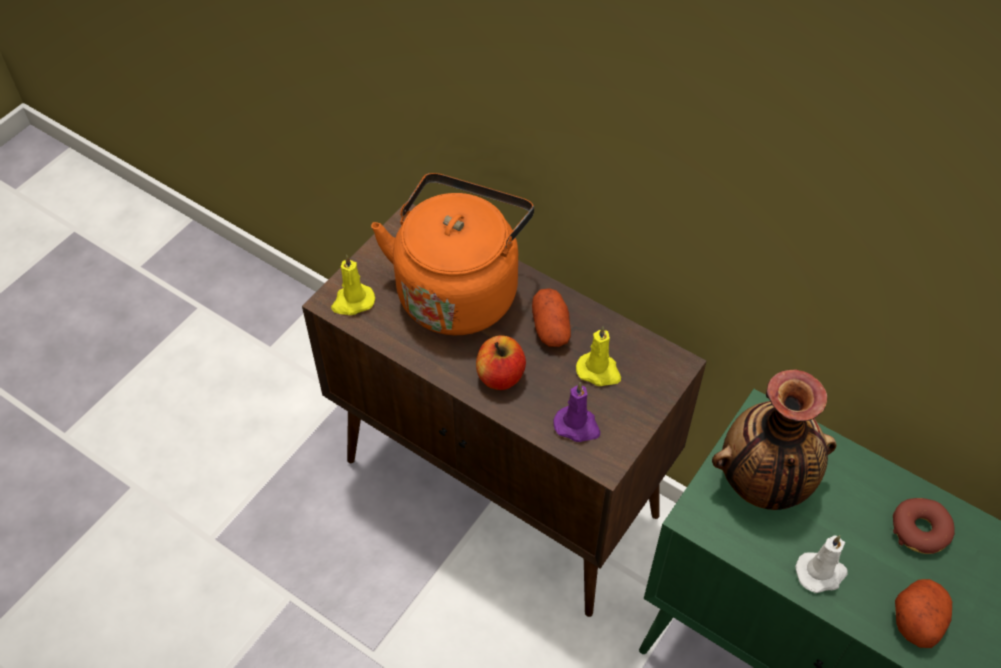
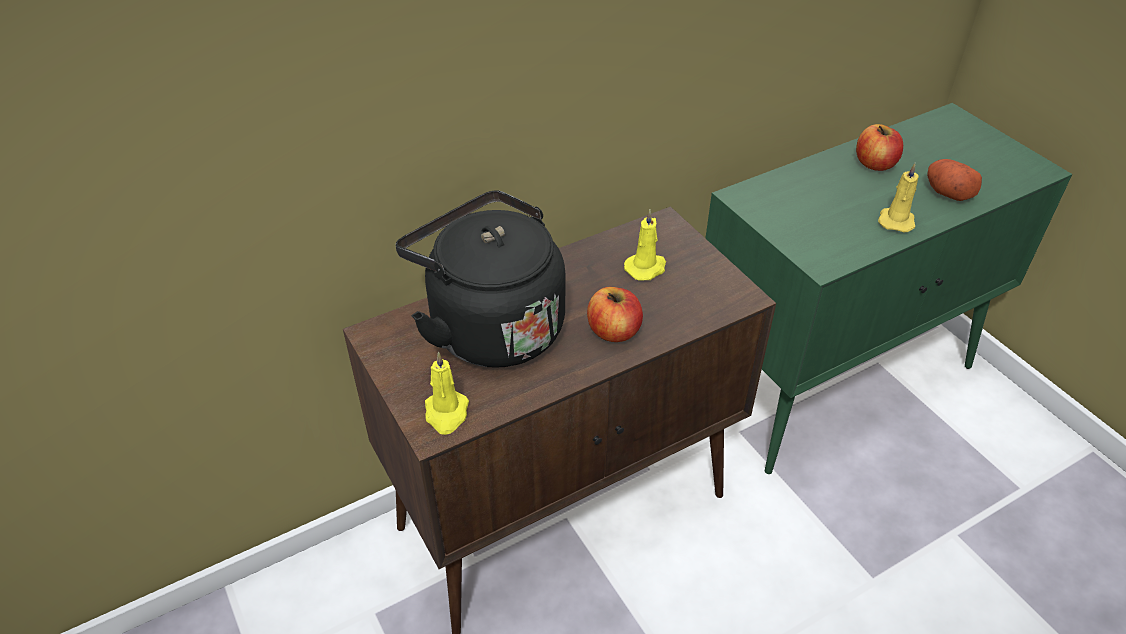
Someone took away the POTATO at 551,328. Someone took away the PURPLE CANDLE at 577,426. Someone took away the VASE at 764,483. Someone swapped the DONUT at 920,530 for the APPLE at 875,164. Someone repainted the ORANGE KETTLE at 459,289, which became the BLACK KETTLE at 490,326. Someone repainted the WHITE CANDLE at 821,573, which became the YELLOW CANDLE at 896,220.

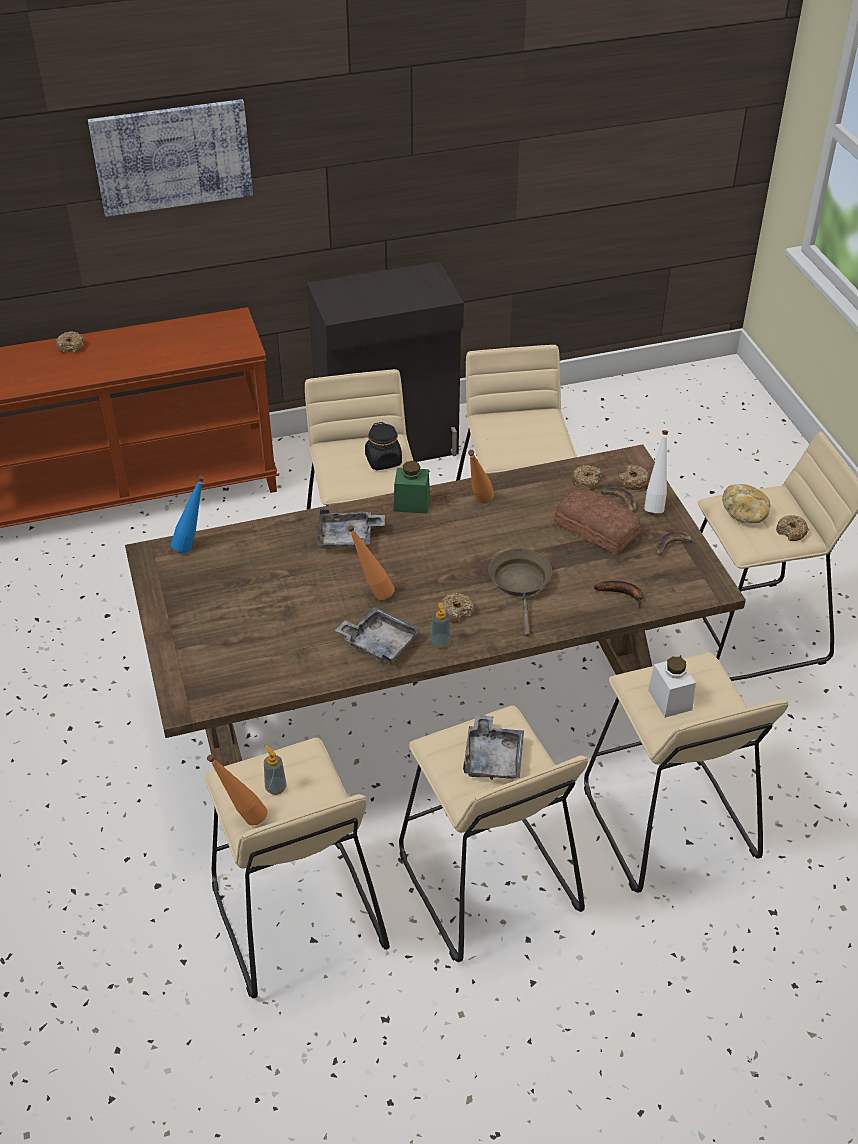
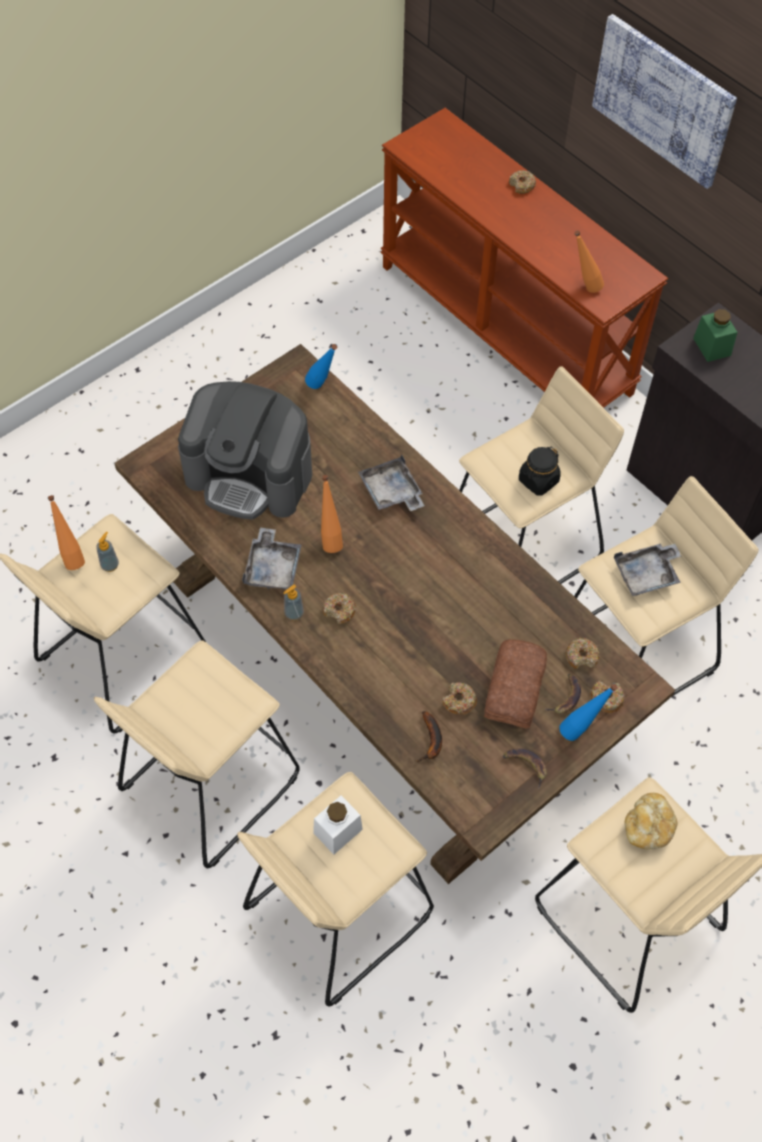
Someone took away the BROWN FRYING PAN at 520,584. Someone put down the COFFEE MACHINE at 250,475. Someone carried the GREEN JAR from 411,503 to 712,346. Someone carried the GREY TRAY from 493,757 to 647,575. Someone carried the ORANGE BOTTLE from 478,504 to 584,287. Someone carried the DONUT from 791,532 to 459,701. Someone repainted the WHITE BOTTLE at 654,504, which became the BLUE BOTTLE at 581,729.

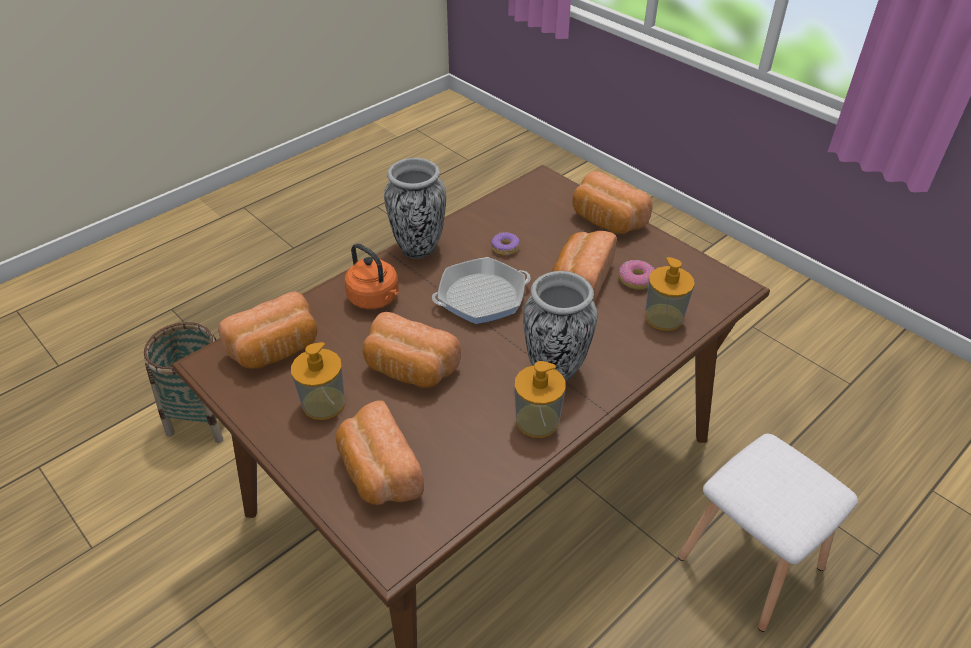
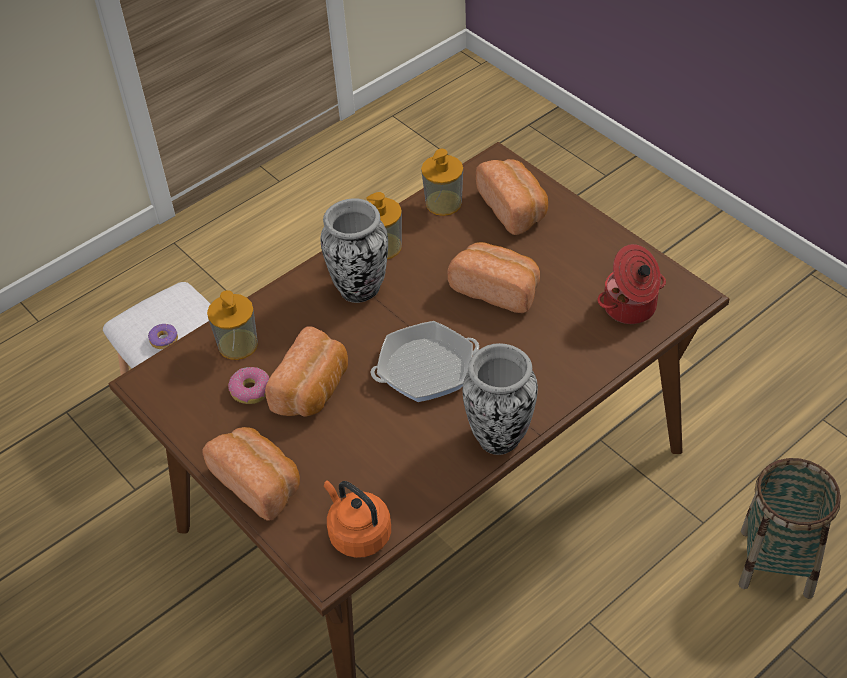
Someone carried the SOAP DISPENSER from 324,403 to 443,203. Someone carried the ORANGE KETTLE from 375,299 to 357,533. Someone carried the DONUT from 505,248 to 164,340. Someone swapped the BREAD at 276,350 for the COOKING POT at 630,308.

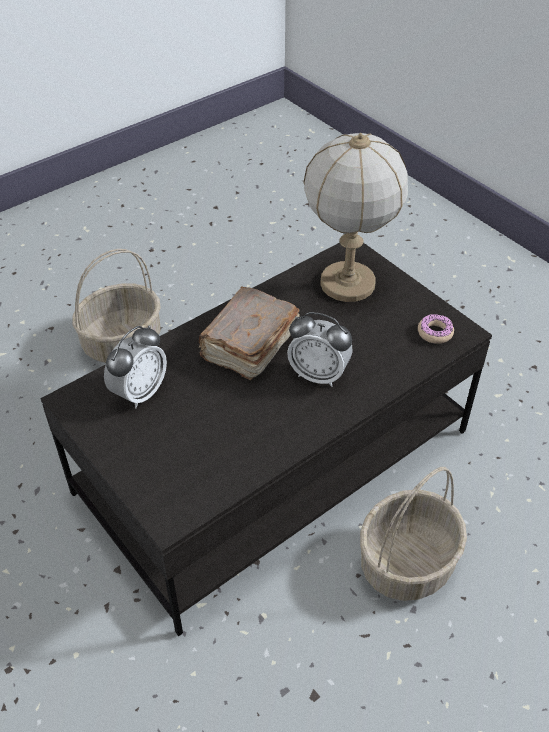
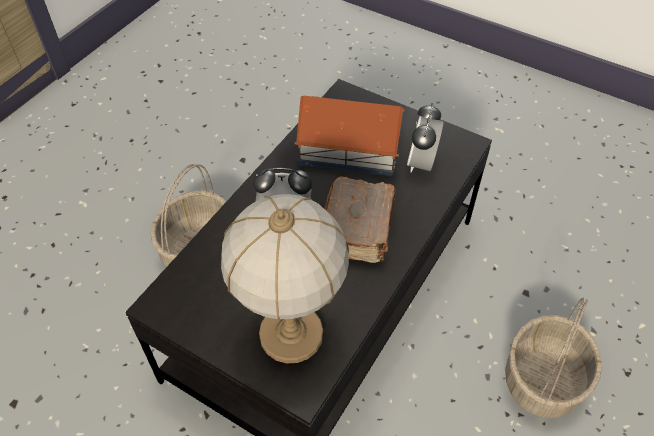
Someone took away the DONUT at 435,333. Someone put down the TOY HOUSE at 348,147.

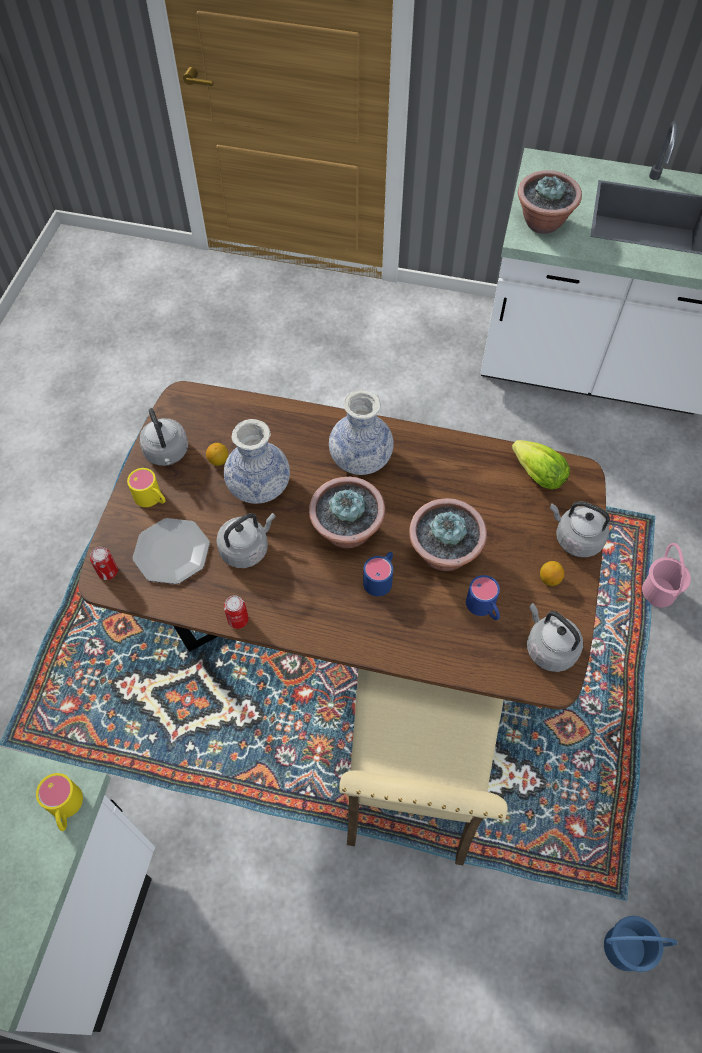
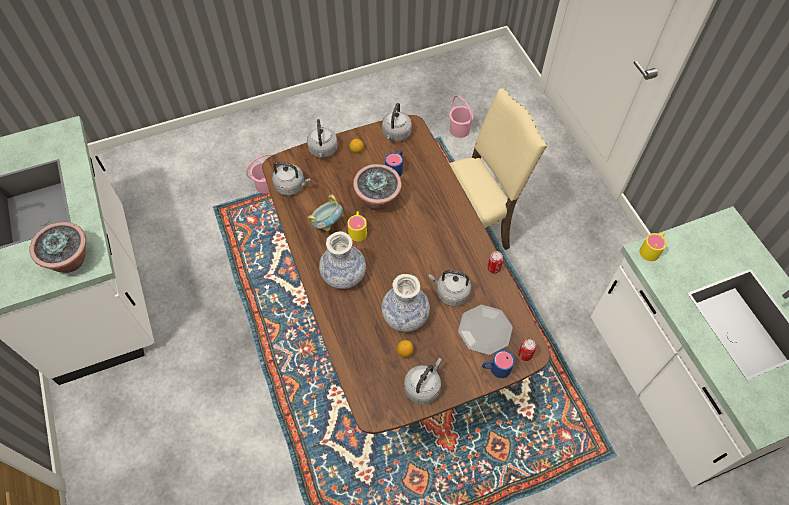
Someone took away the POTTED PLANT at 347,532. Someone put down the BOWL at 327,223. Someone carried the YELLOW MUG from 152,499 to 358,229. Someone carried the BLUE MUG from 381,578 to 495,368. Someone swapped the LETTUCE at 535,473 for the GREY KETTLE at 291,186. Someone repainted the BLUE BUCKET at 625,948, which became the PINK BUCKET at 459,129.

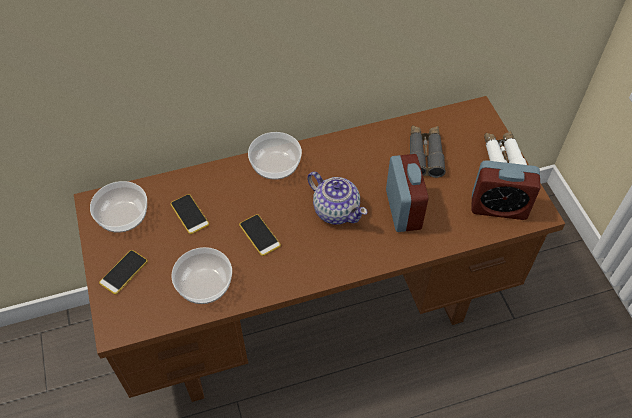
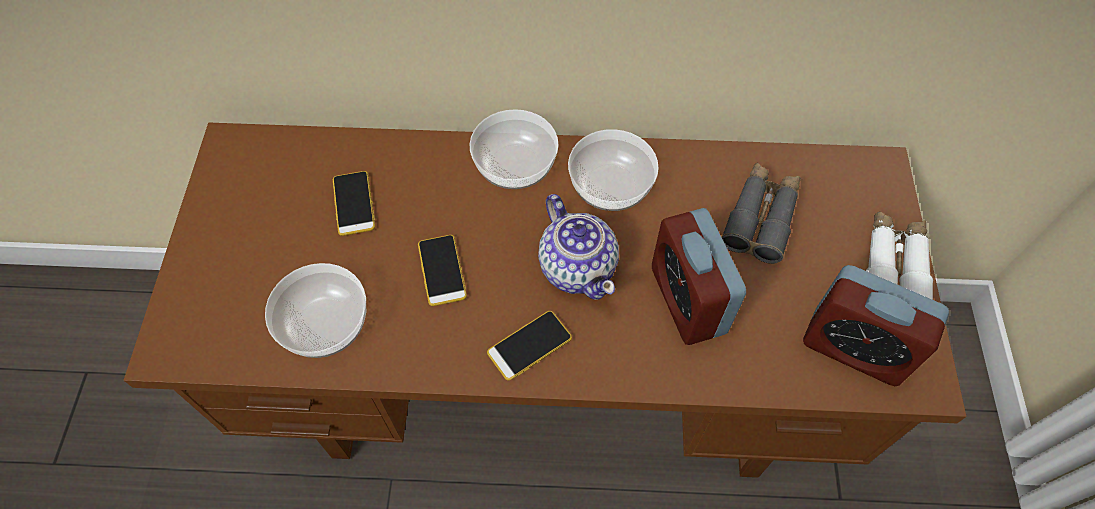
Someone carried the BOWL from 124,215 to 612,184. Someone carried the PHONE from 124,272 to 529,345. Someone rotated the ALARM CLOCK at 403,209 by 150 degrees clockwise.

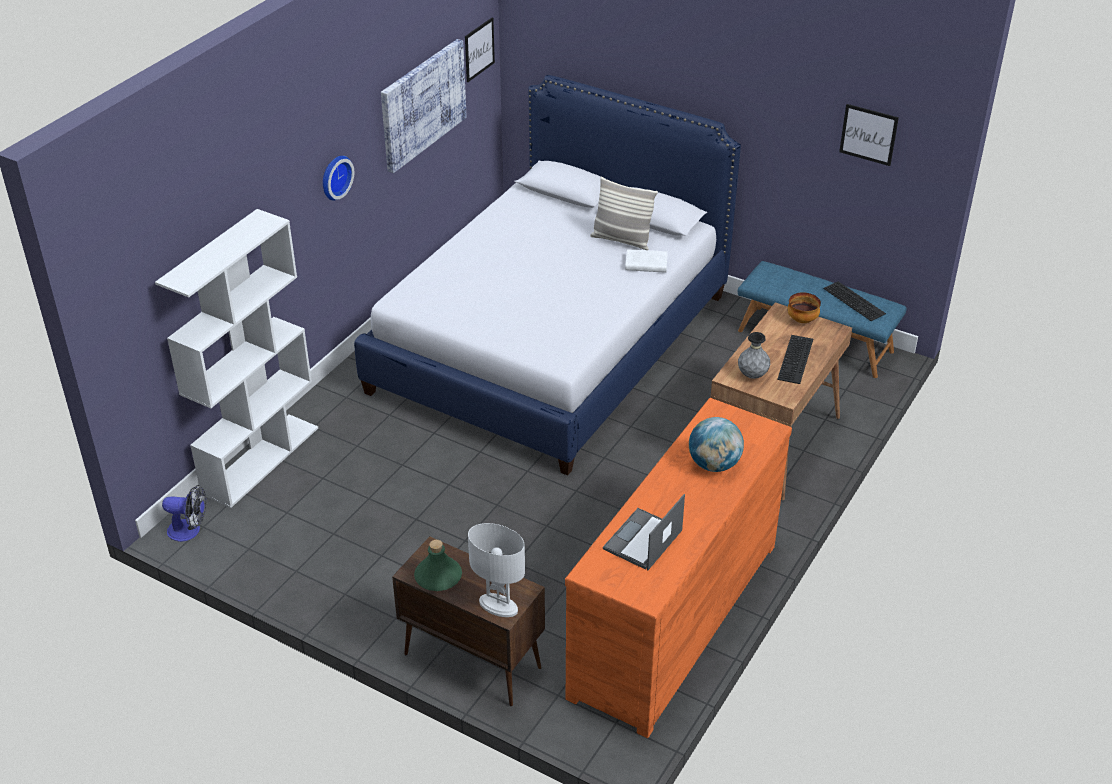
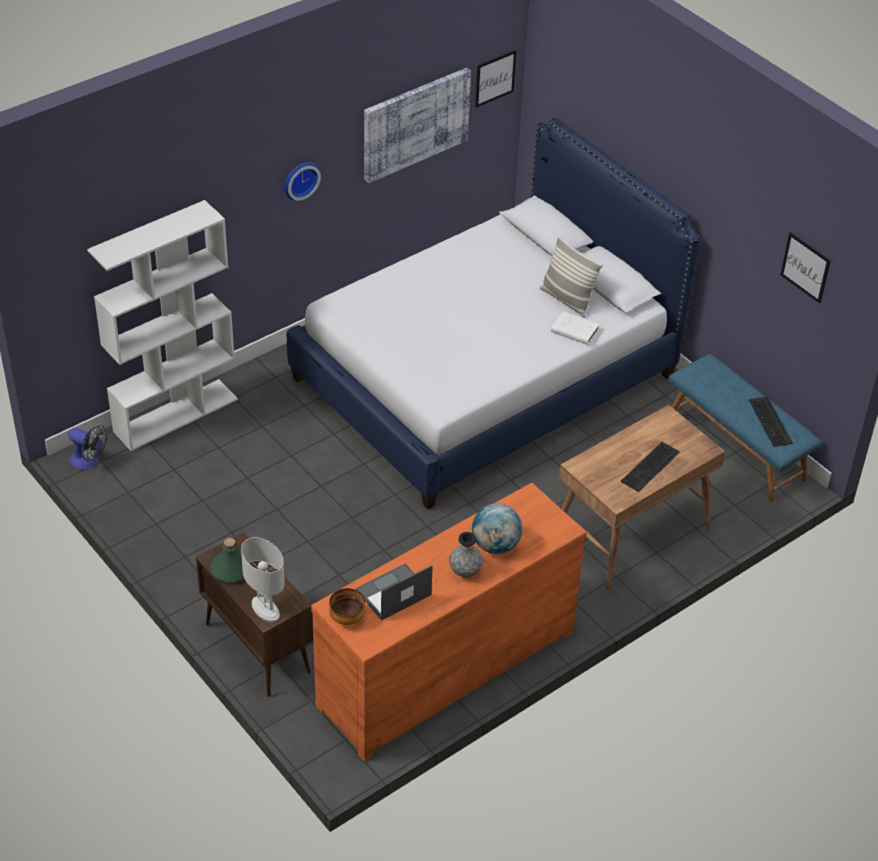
Someone carried the GREY VASE from 752,375 to 465,572. Someone carried the BOWL from 802,320 to 347,618.

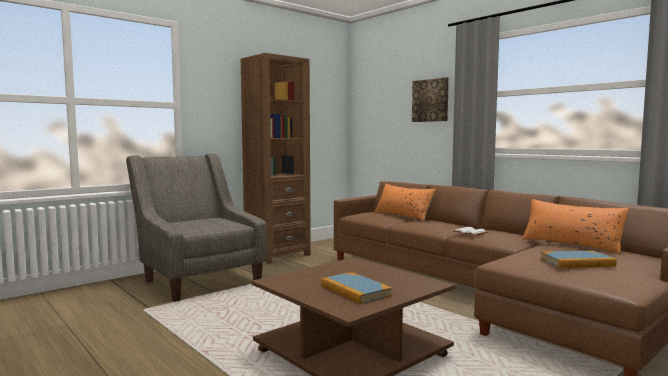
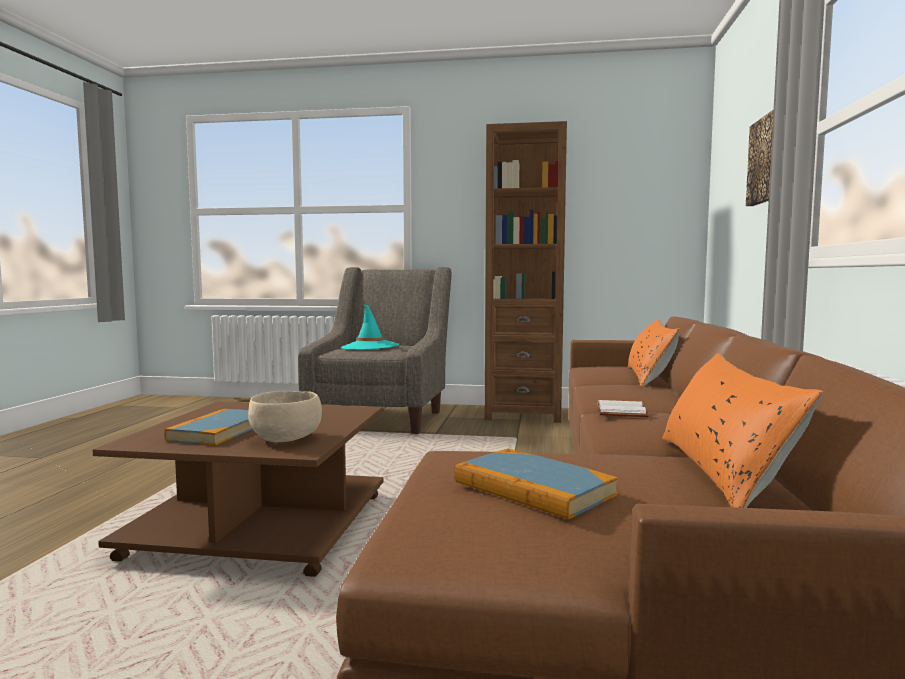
Someone put down the BEIGE BOWL at 287,438. Someone put down the TURQUOISE HAT at 370,347.

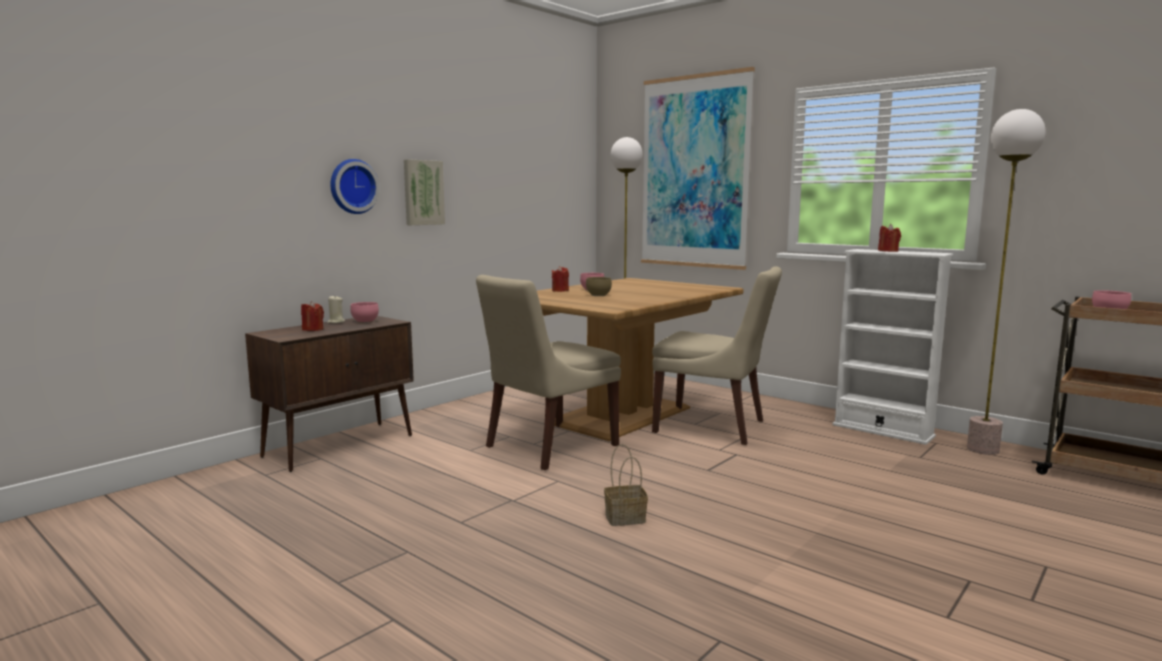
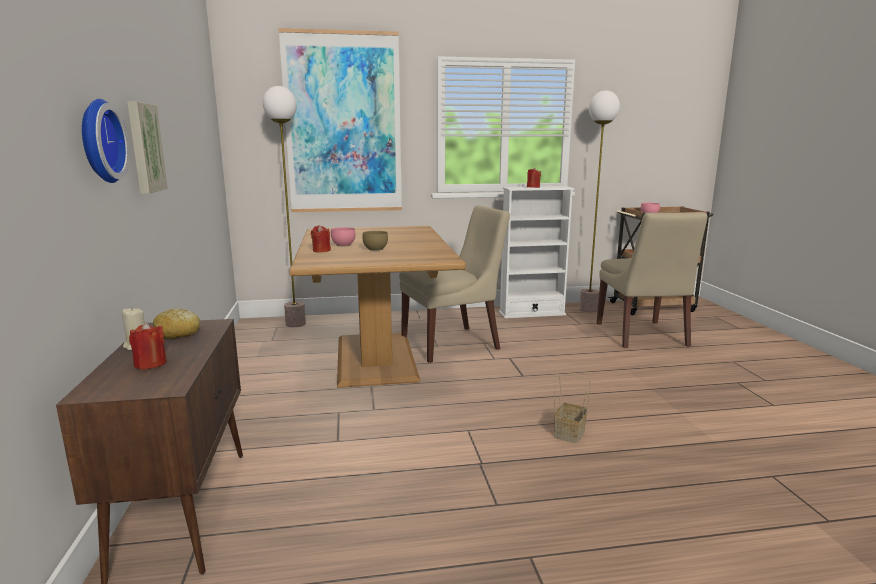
Someone carried the BEIGE CHAIR from 548,447 to 642,336. Someone swapped the PINK BOWL at 365,321 for the BREAD at 178,333.

